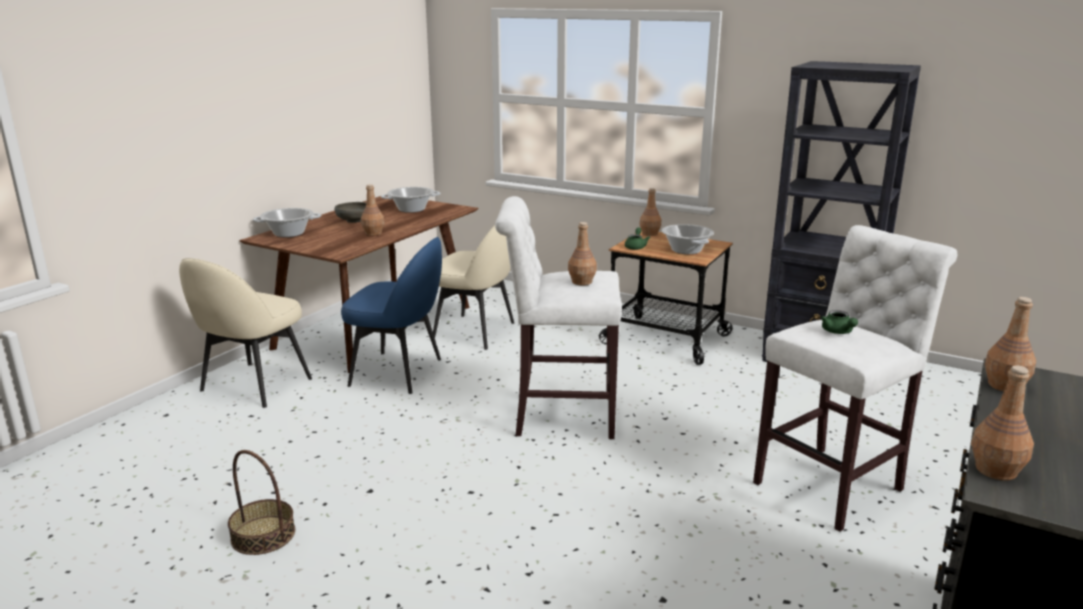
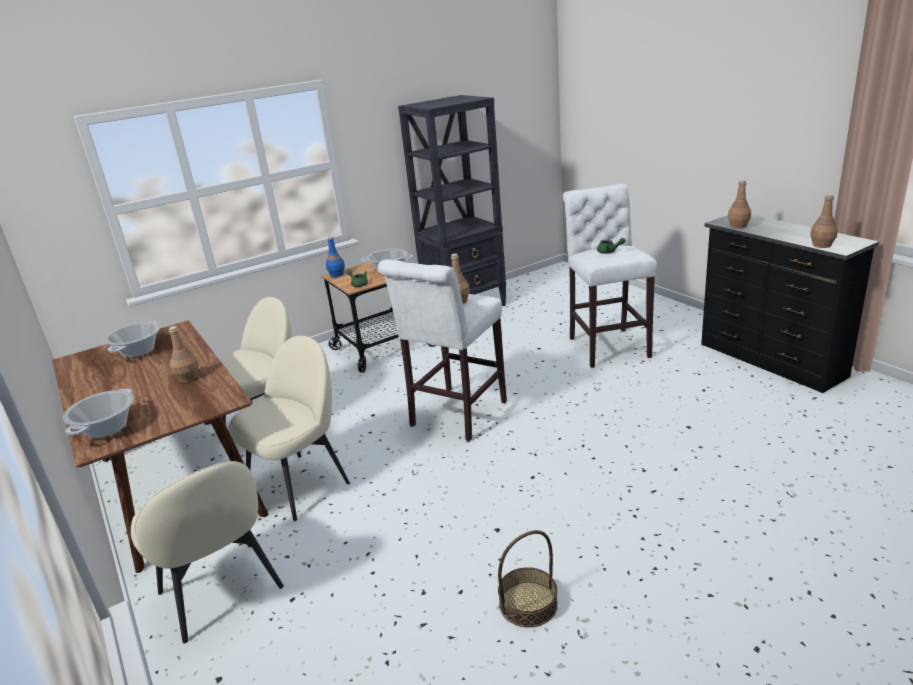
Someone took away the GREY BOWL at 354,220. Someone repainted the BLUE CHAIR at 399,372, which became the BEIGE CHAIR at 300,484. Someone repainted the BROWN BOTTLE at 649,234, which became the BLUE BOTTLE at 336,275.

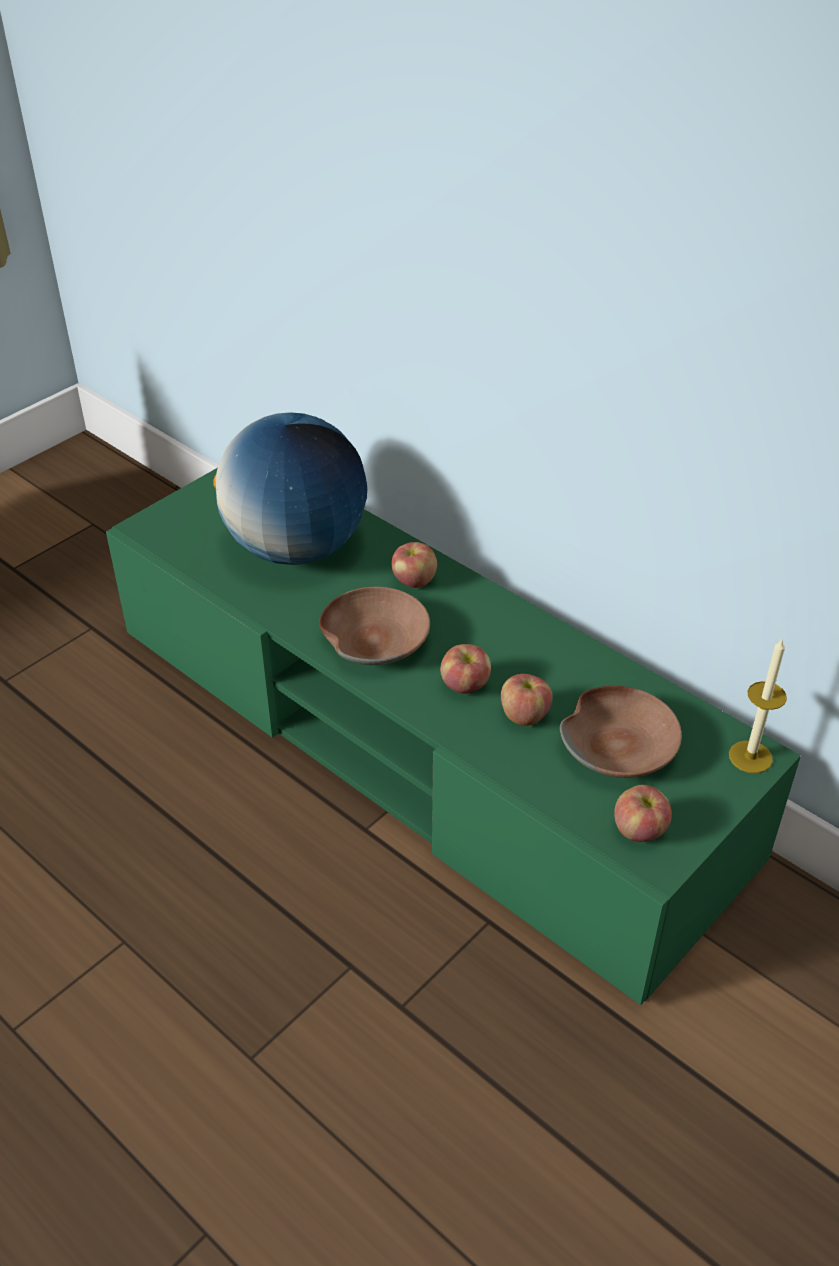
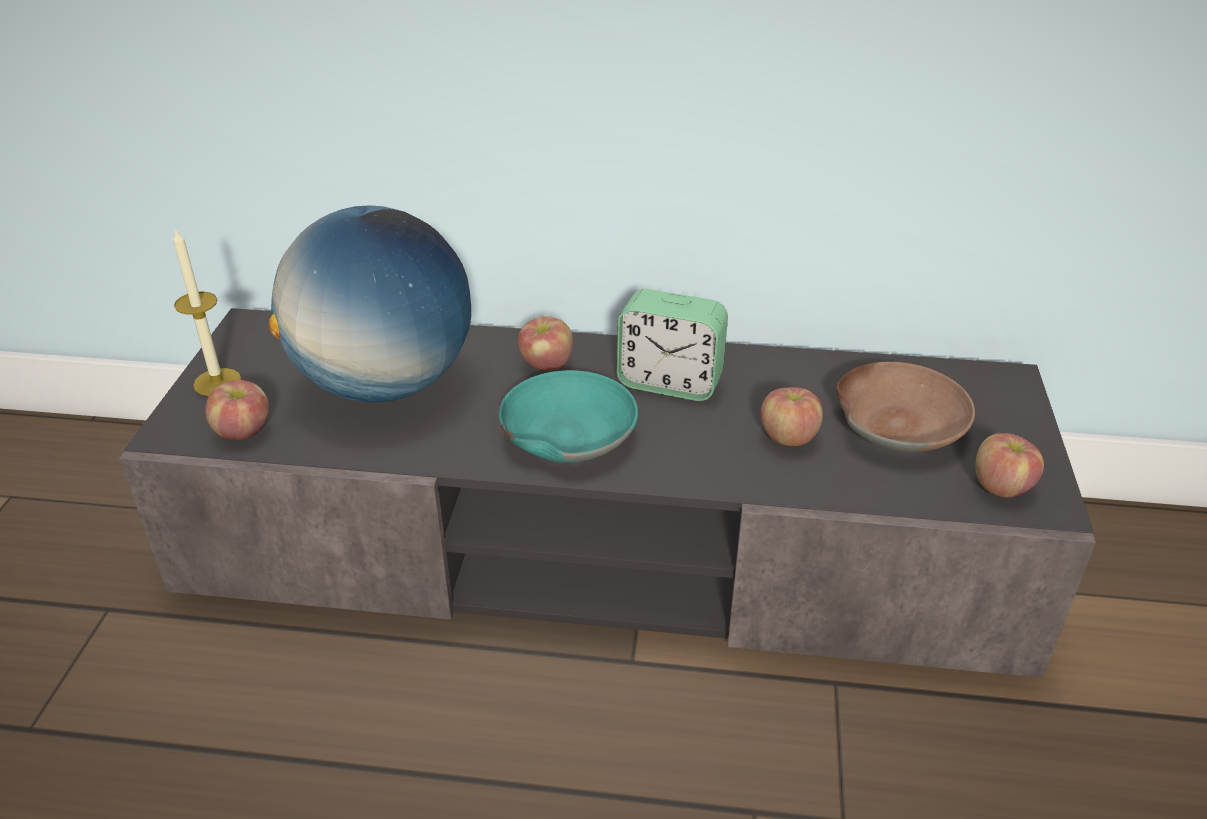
Someone put down the ALARM CLOCK at 670,382. Someone carried the APPLE from 465,685 to 243,431. Someone carried the CANDLE from 750,757 to 217,382. Someone repainted the GREEN TV STAND at 419,742, which became the GREY TV STAND at 603,549. Someone repainted the BROWN BOWL at 375,639, which became the TURQUOISE BOWL at 567,434.

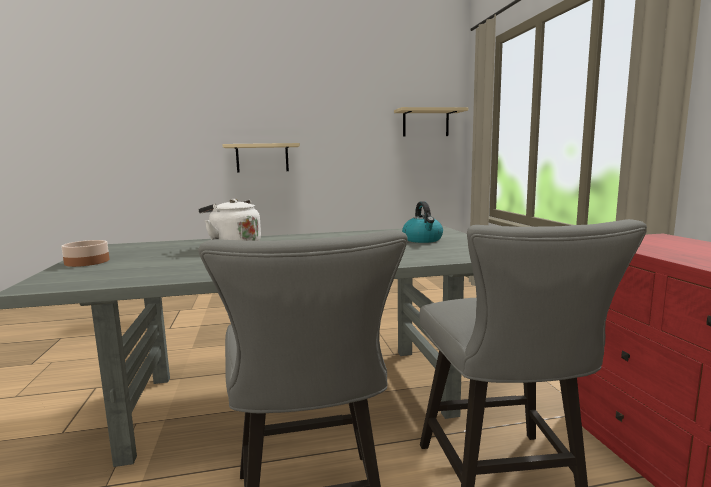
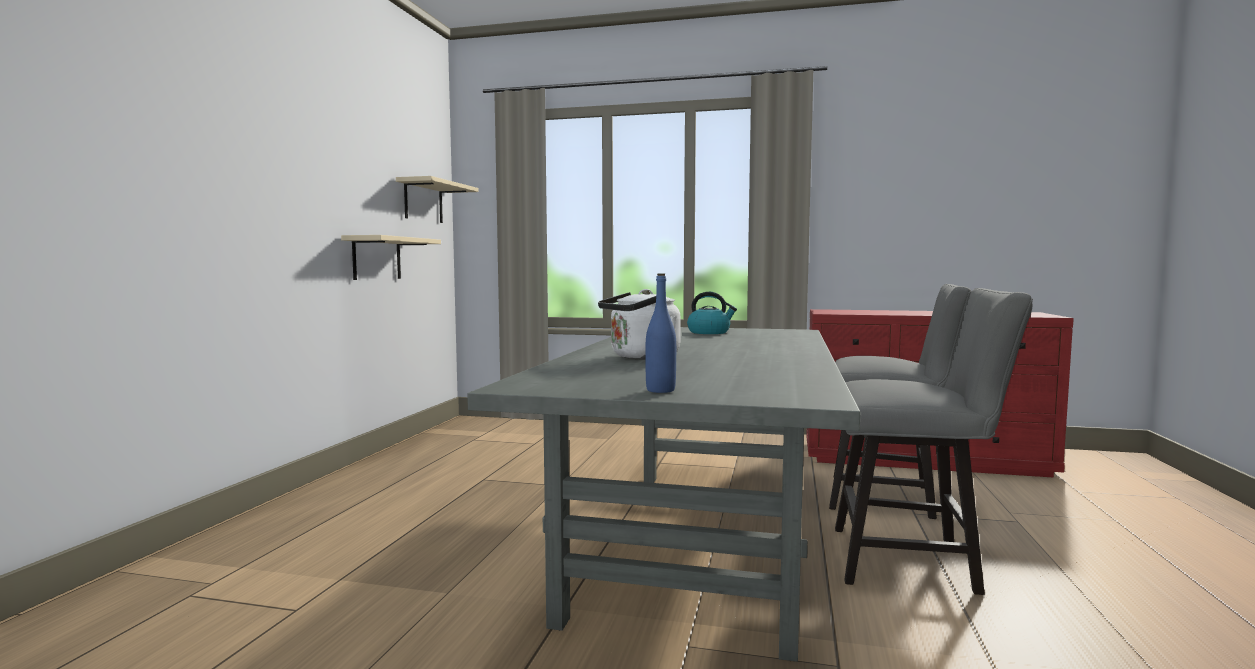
Someone carried the BEIGE SHELF from 262,158 to 377,258. Someone swapped the BOWL at 87,262 for the BLUE BOTTLE at 660,390.

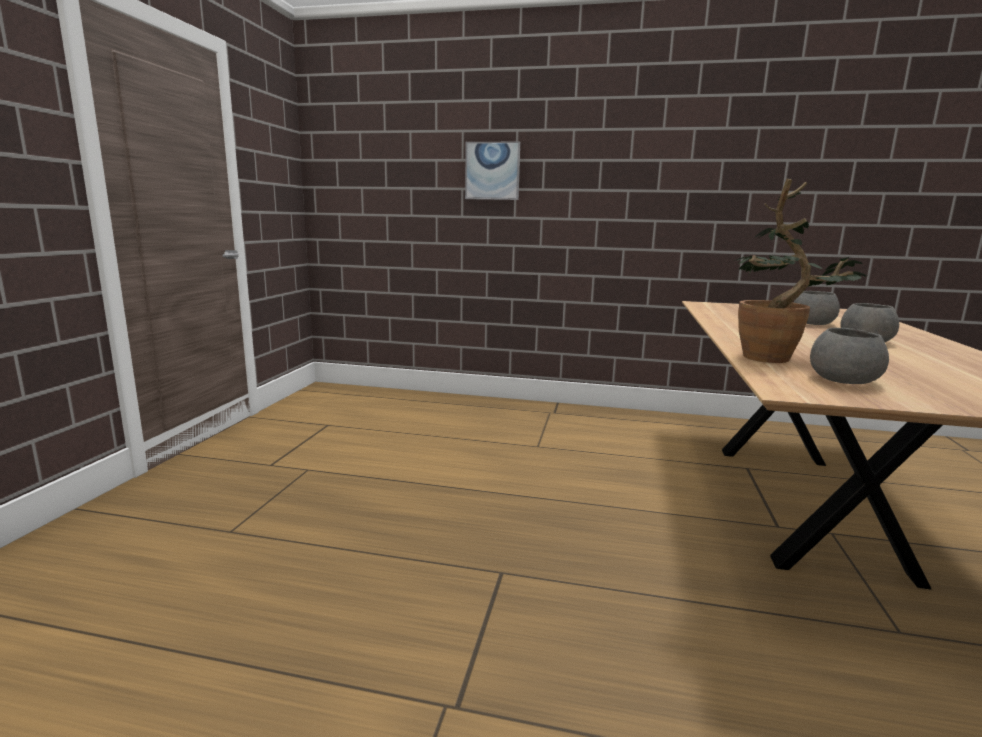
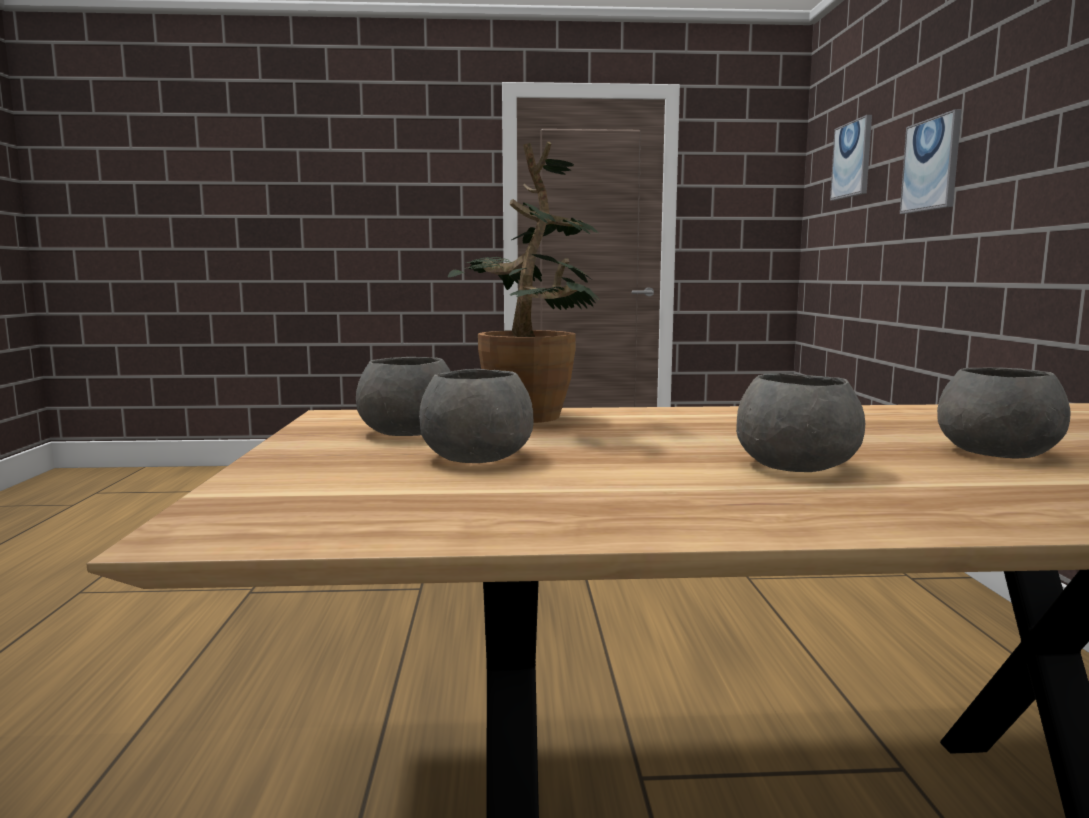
Someone put down the GREY BOWL at 475,457. Someone put up the PICTURE at 852,159.

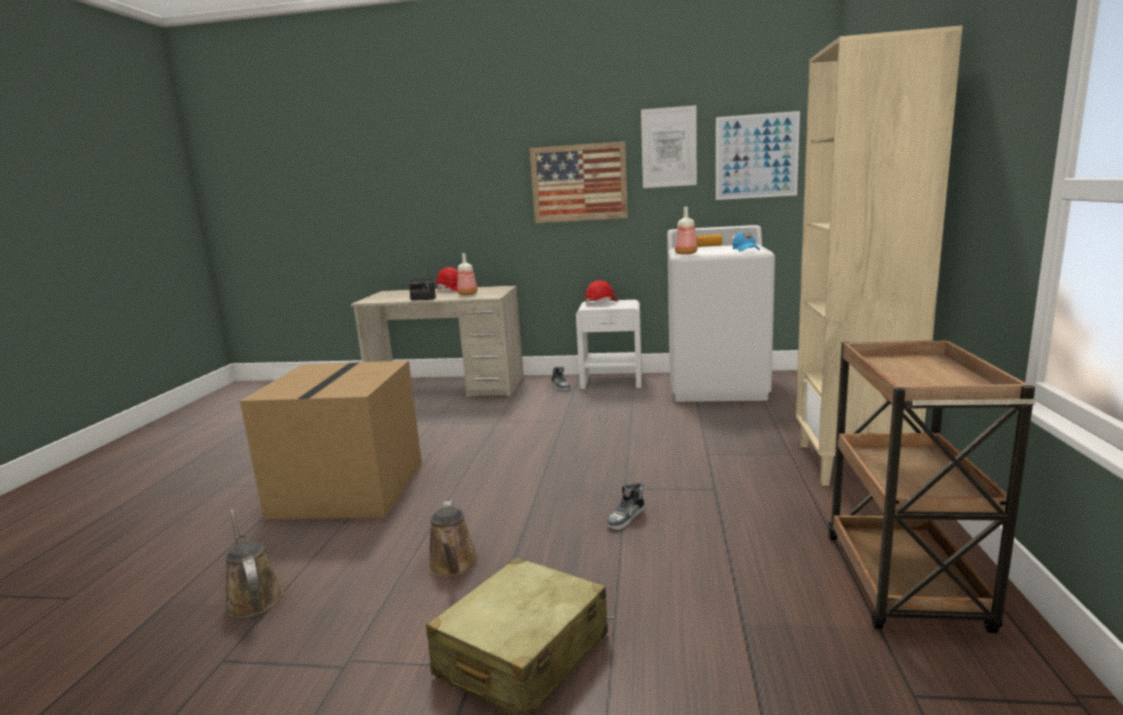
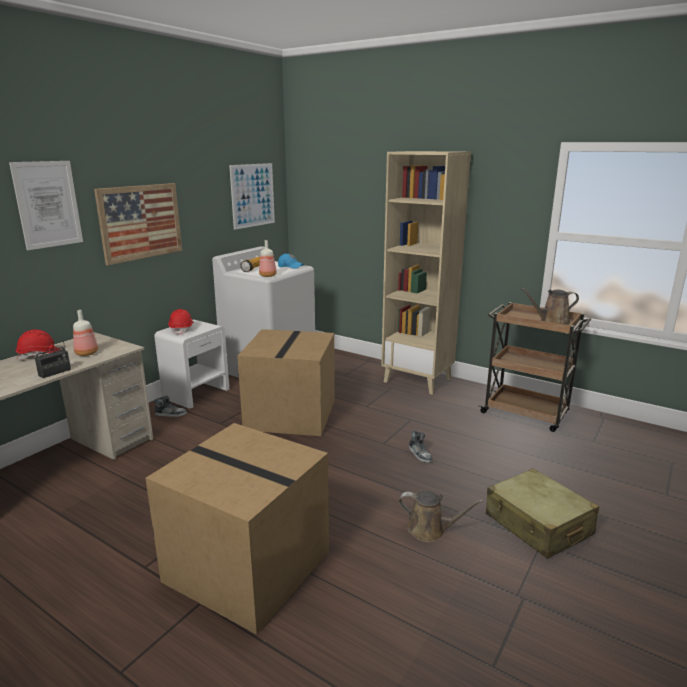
Someone put down the CARDBOARD BOX at 290,413. Someone carried the BROWN WATERING CAN from 253,597 to 551,321. Someone carried the PICTURE from 669,147 to 48,204.

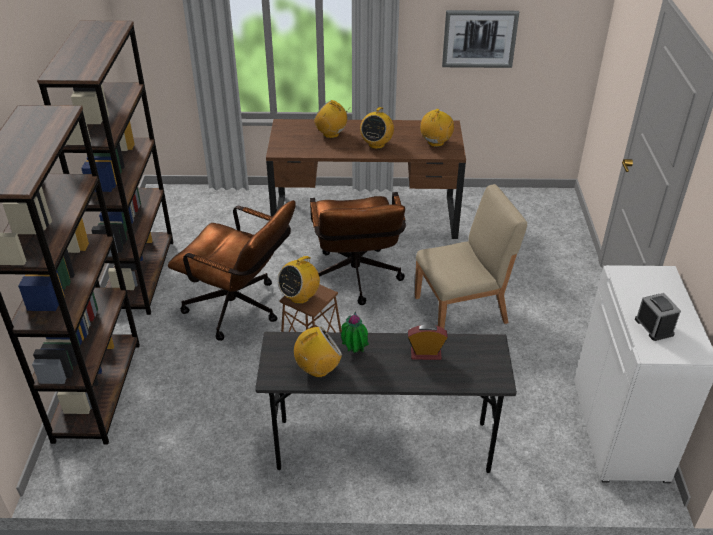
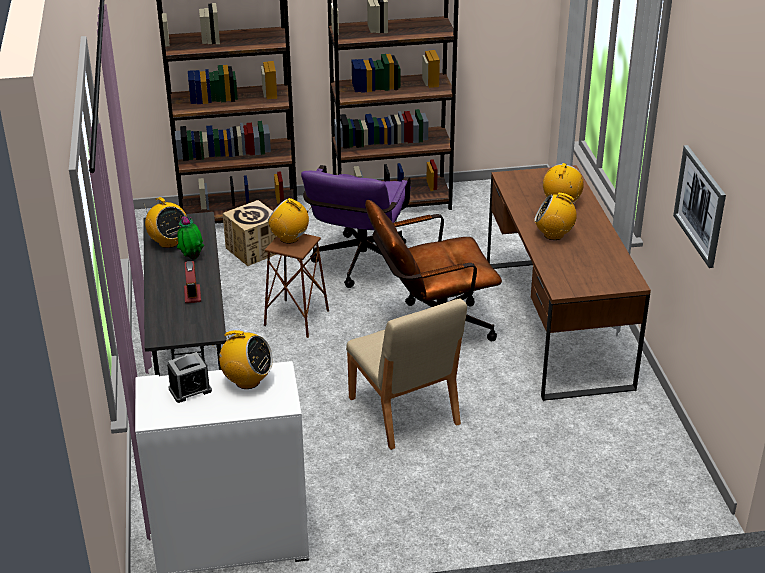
Someone put down the CARDBOARD BOX at 254,250. Someone carried the RADIO from 435,143 to 247,381. Someone repainted the BROWN OFFICE CHAIR at 240,310, which became the PURPLE OFFICE CHAIR at 359,266.

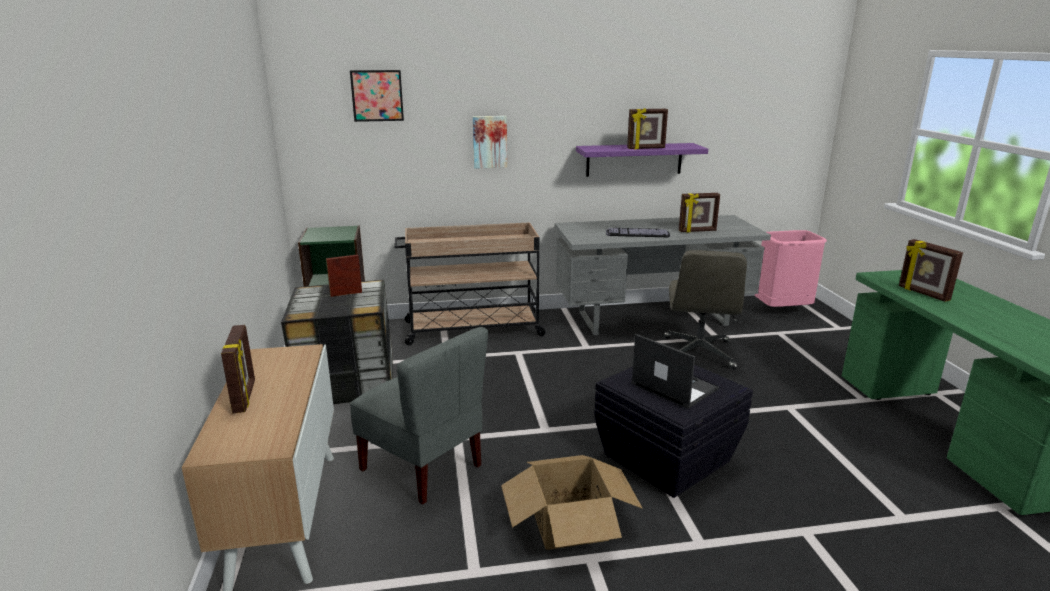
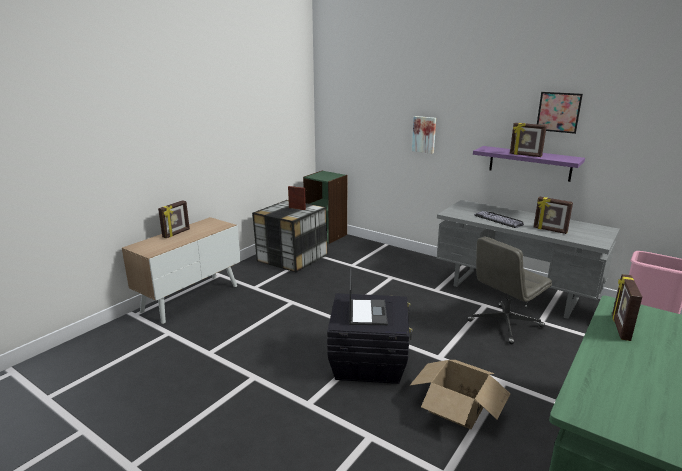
Someone took away the GREY CHAIR at 423,467. Someone took away the BEIGE CART at 471,329. Someone carried the PICTURE from 377,95 to 558,112. Someone carried the CARDBOARD BOX from 569,522 to 457,407.

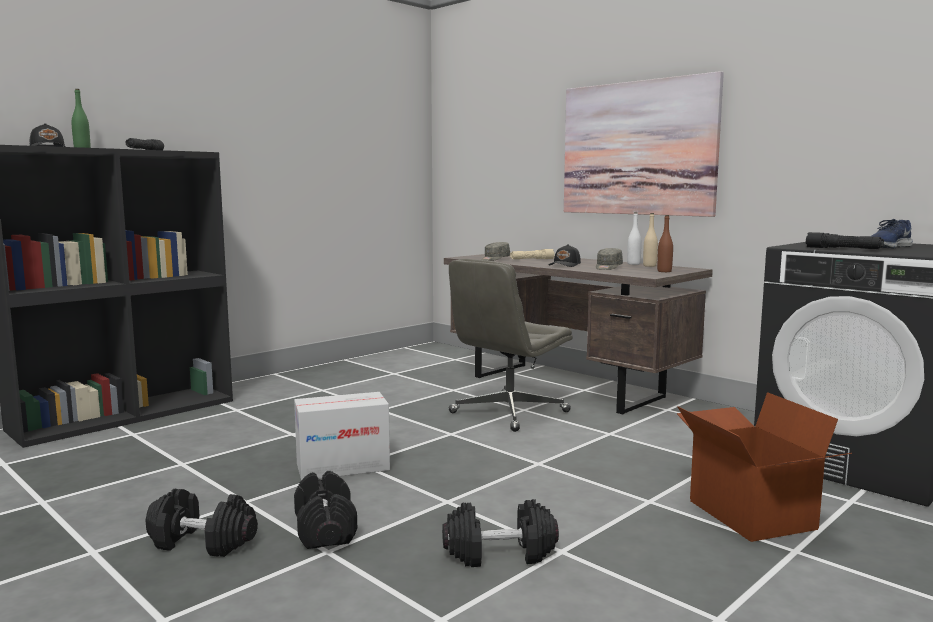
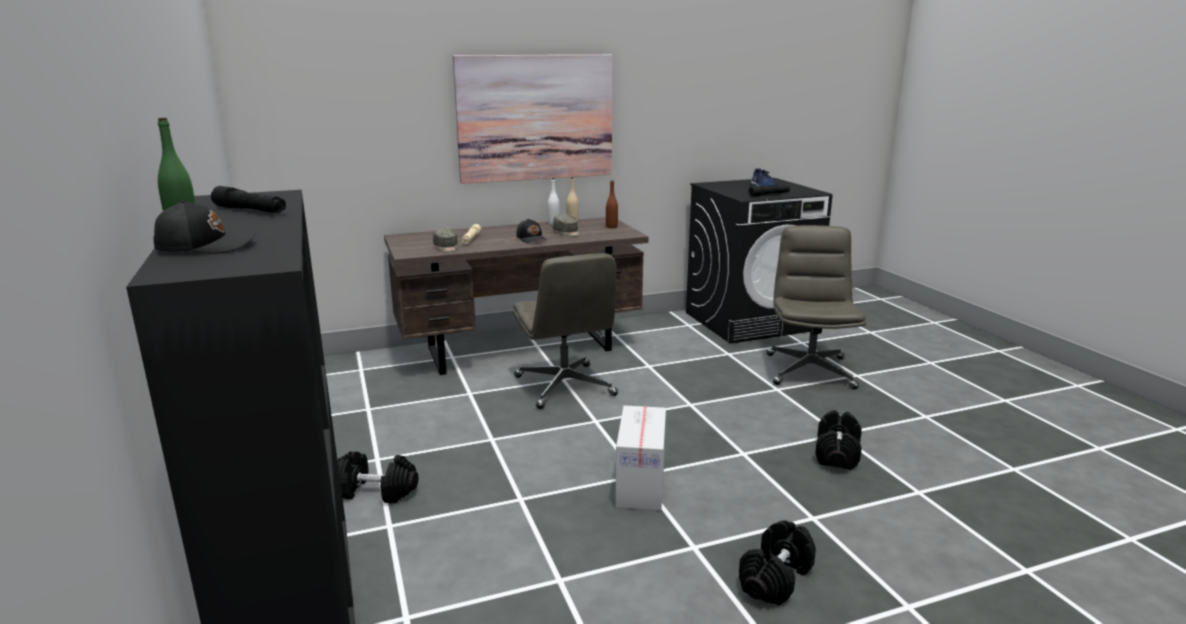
Someone carried the BLACK DUMBBELL from 325,530 to 376,491. Someone swapped the CARDBOARD BOX at 749,515 for the GREY OFFICE CHAIR at 809,370.

